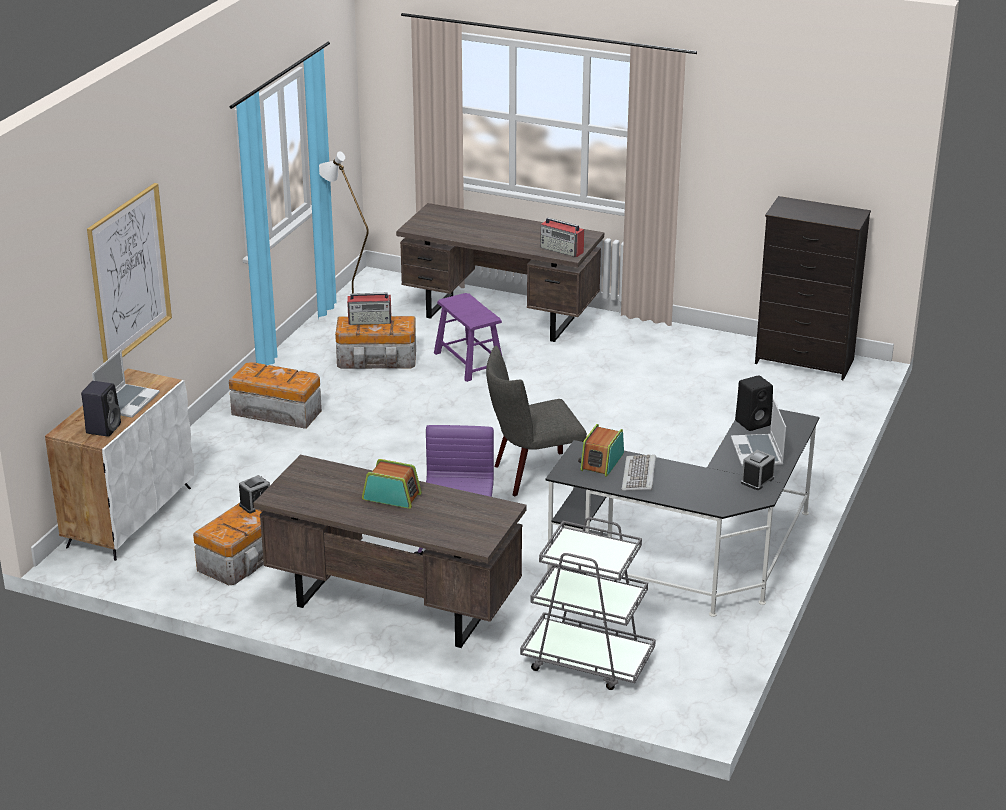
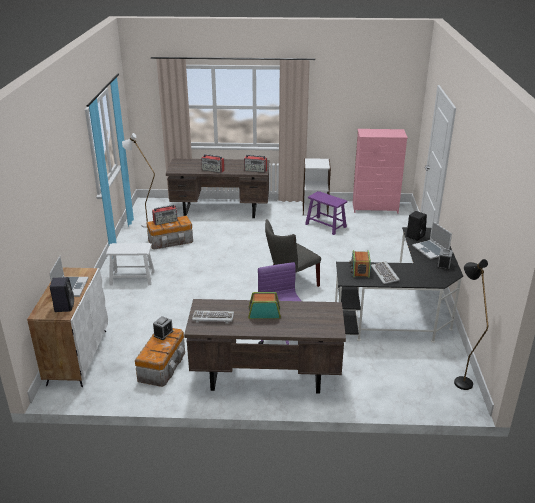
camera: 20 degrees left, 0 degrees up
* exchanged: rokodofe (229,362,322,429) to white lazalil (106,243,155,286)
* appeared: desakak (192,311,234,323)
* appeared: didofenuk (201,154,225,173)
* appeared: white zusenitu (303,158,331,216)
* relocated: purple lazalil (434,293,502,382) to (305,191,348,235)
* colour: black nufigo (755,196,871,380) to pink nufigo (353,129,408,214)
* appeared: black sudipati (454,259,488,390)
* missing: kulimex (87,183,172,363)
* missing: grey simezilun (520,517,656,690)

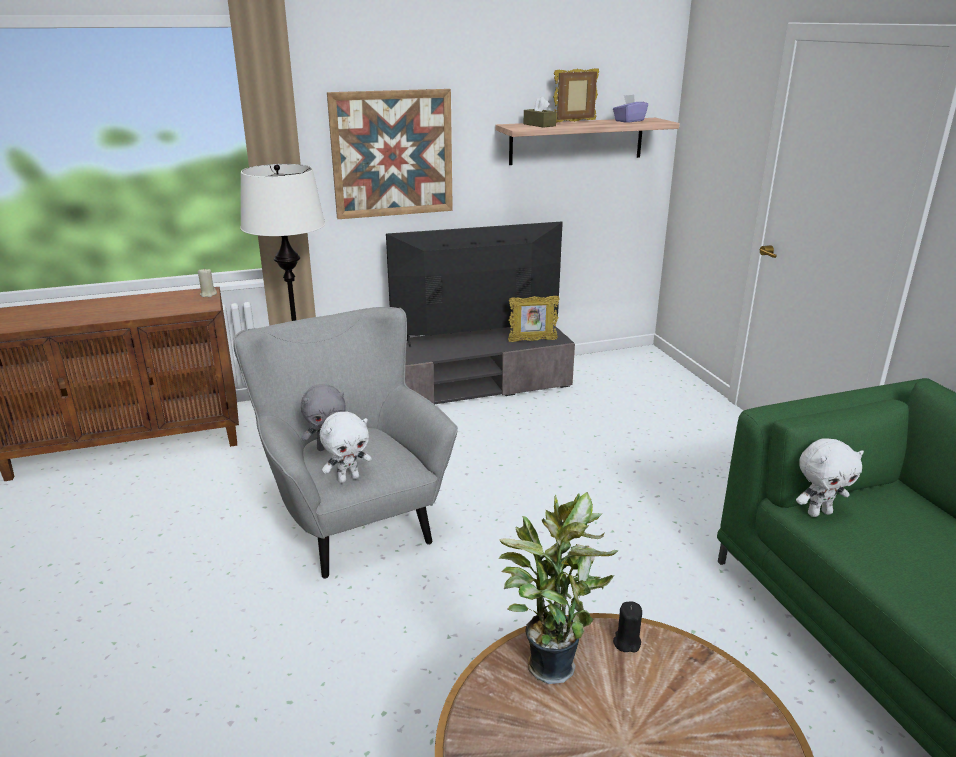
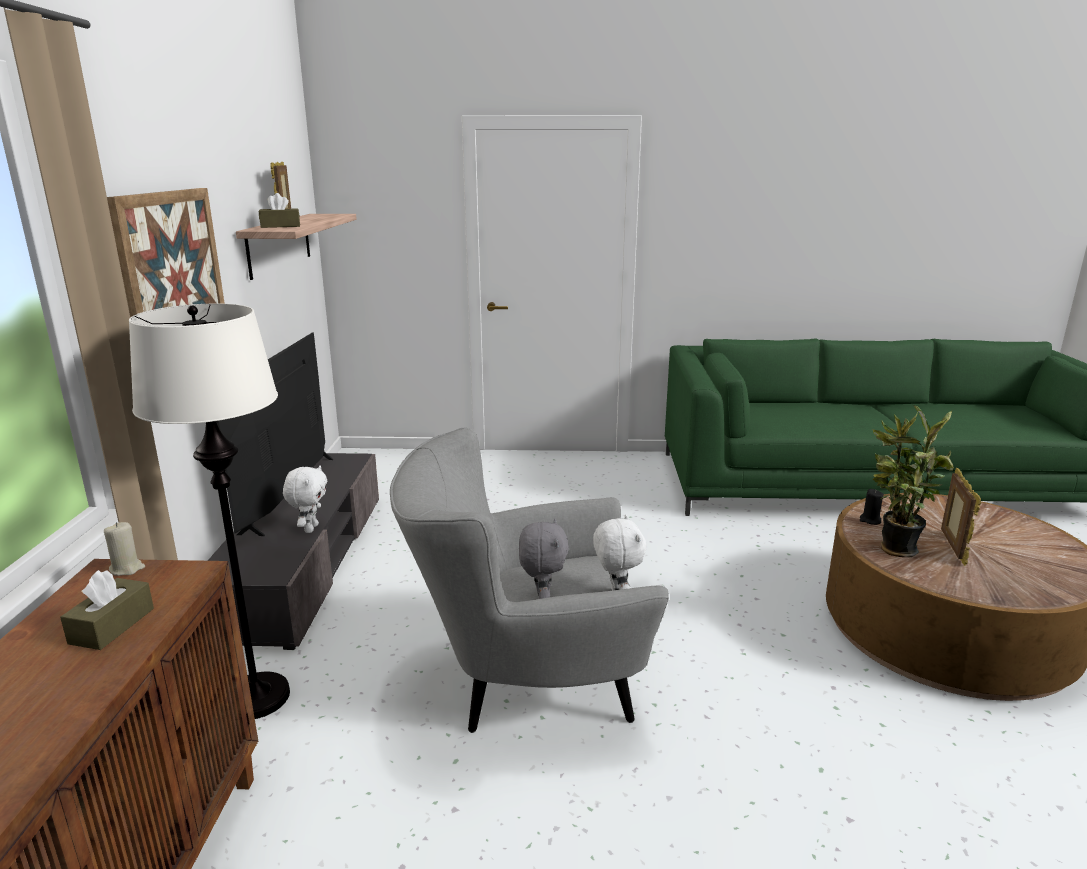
camera: 70 degrees left, 5 degrees down
* appeared: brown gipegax (60,570,154,650)
* relocated: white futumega (796,438,864,517) to (283,465,327,533)
* relocated: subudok (508,296,560,342) to (941,468,981,566)
* missing: purple gipegax (613,95,648,123)

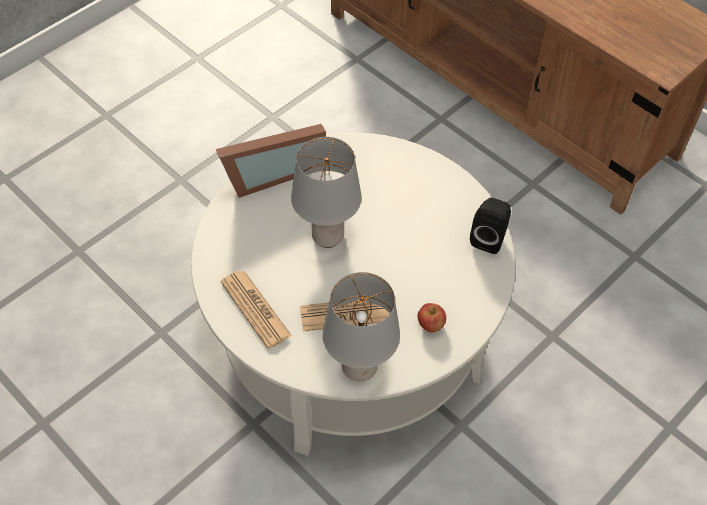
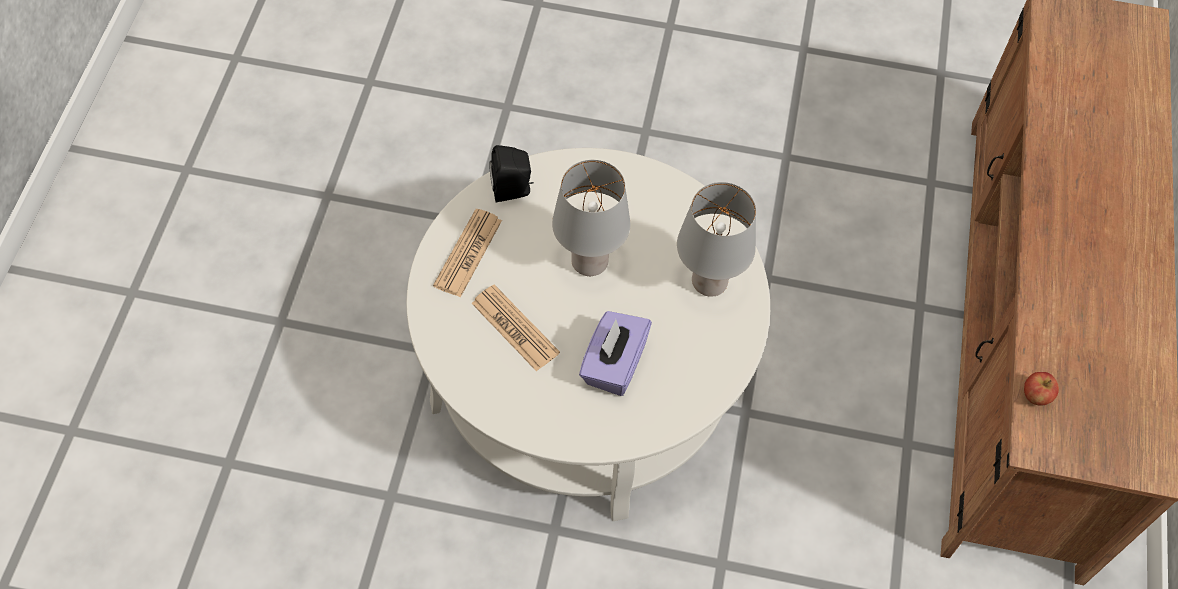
camera: 55 degrees right, 5 degrees up
* relocated: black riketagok (470,197,511,254) to (489,145,534,203)
* appeared: purple gipegax (579,311,652,396)
* relocated: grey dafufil (322,272,400,381) to (677,182,756,297)
* relocated: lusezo (418,303,446,332) to (1024,372,1059,406)
* missing: subudok (216,124,326,198)

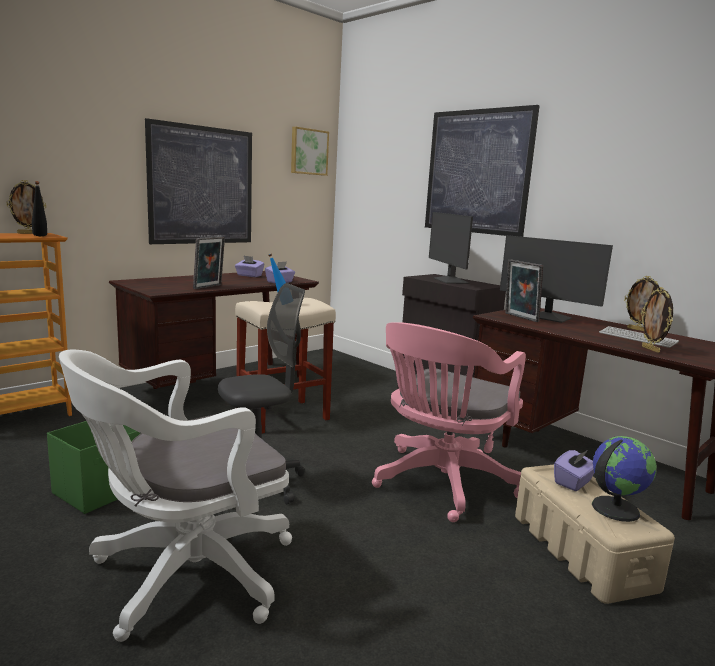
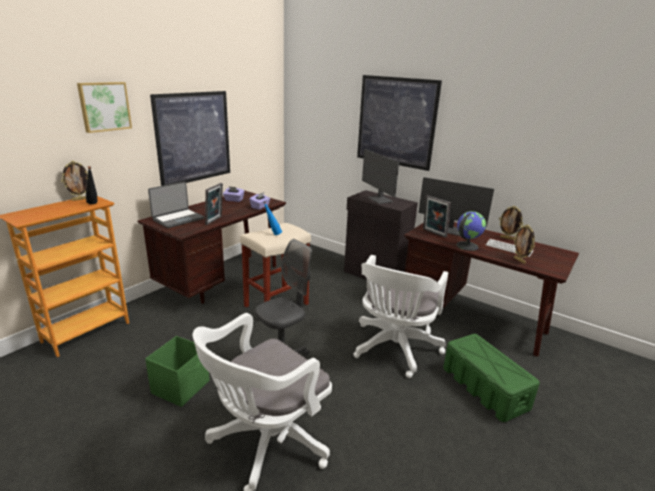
camera: 10 degrees left, 10 degrees up
* relocated: kulimex (291,127,329,176) to (77,82,132,133)
* appeared: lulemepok (148,182,204,228)
* colour: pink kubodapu (372,322,526,522) to white kubodapu (353,255,448,378)
* colour: beige rokodofe (515,465,675,604) to green rokodofe (443,334,540,422)
* relocated: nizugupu (592,436,657,522) to (456,211,486,251)
* missing: purple gipegax (554,450,594,491)

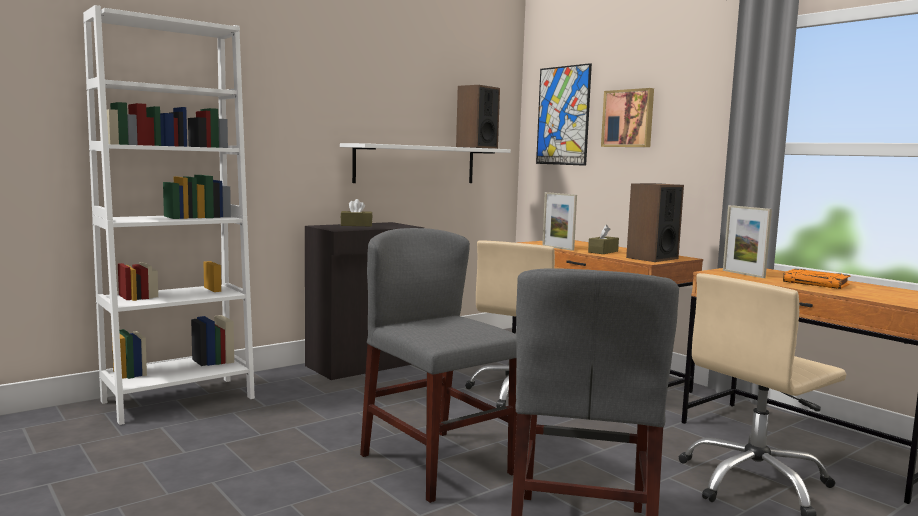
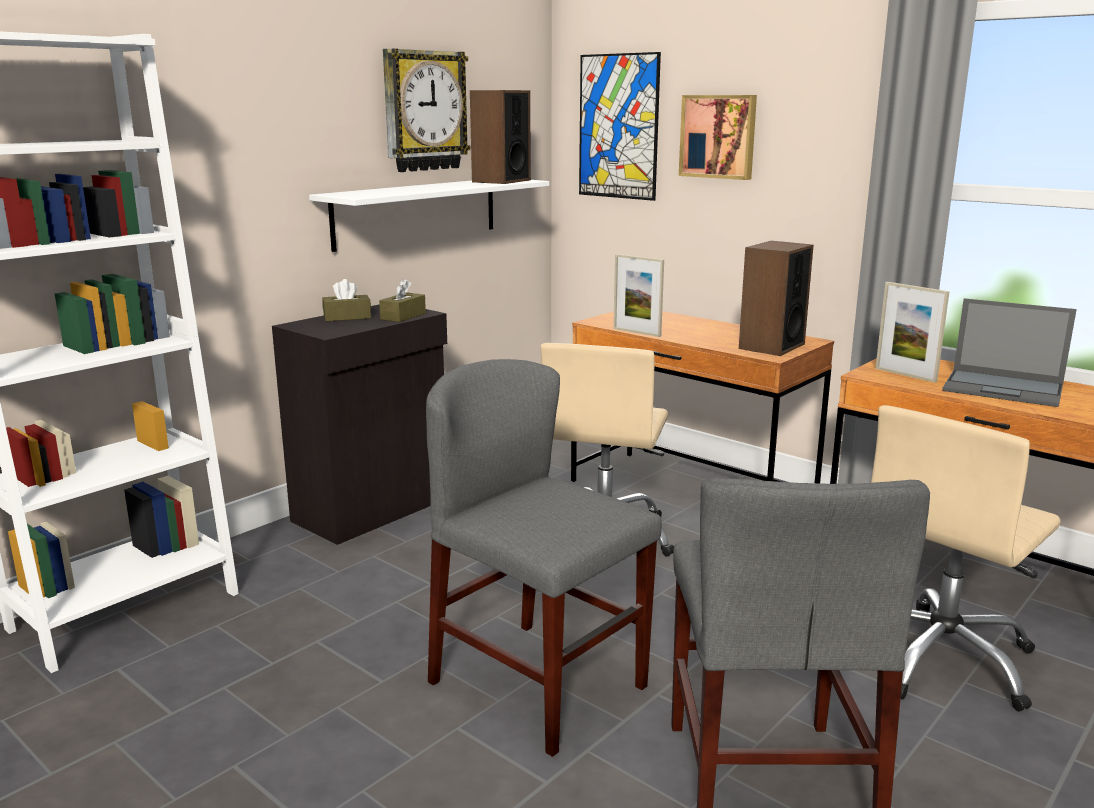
camera: 10 degrees left, 10 degrees up
* relocated: brown gipegax (588,225,619,254) to (379,279,426,322)
* appeared: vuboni (383,48,471,172)
* exchanged: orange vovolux (783,269,850,289) to lulemepok (942,298,1077,407)

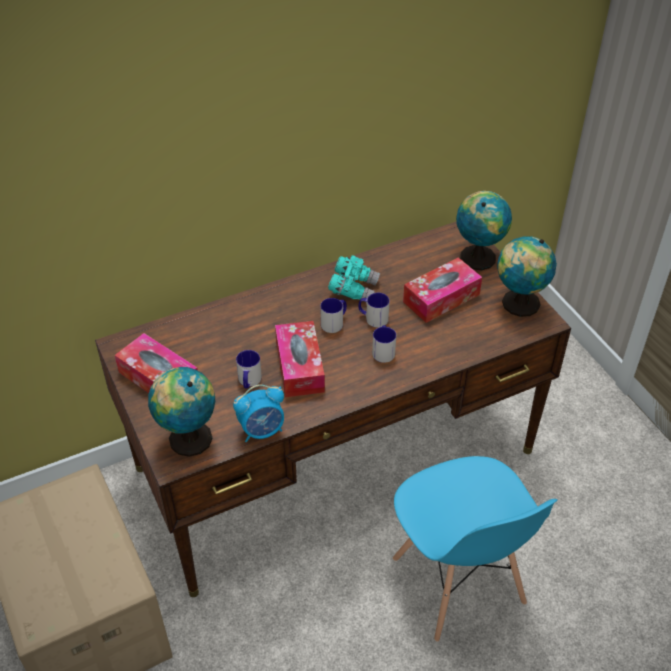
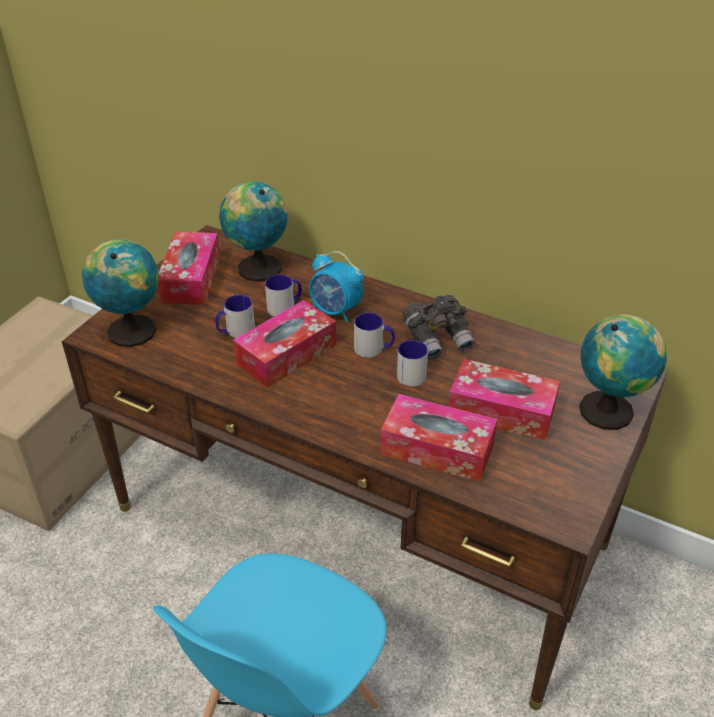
camera: 55 degrees right, 5 degrees down
* relocated: nizugupu (497,236,557,317) to (219,182,287,282)
* relocated: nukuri (372,326,396,363) to (265,275,302,316)
* relocated: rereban (233,384,284,442) to (309,251,363,322)
* appeared: gipegax (380,394,498,482)
* colour: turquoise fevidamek (328,255,380,300) to grey fevidamek (403,295,475,359)

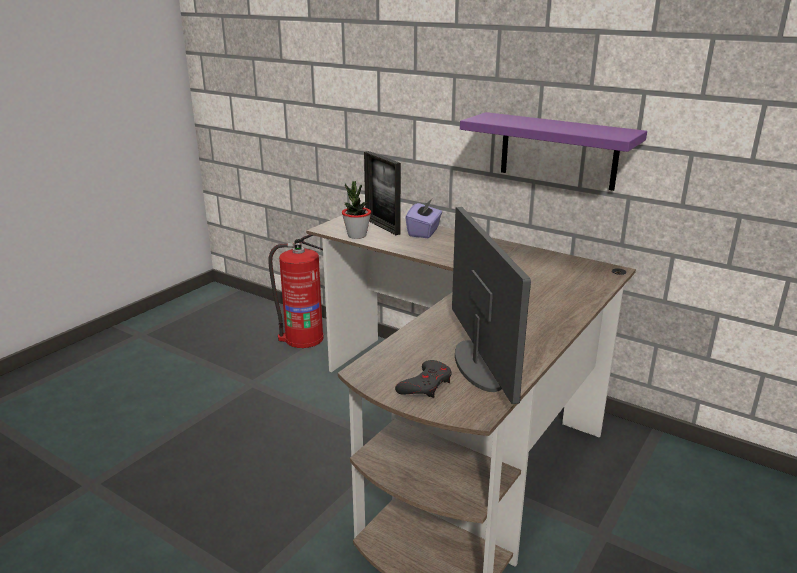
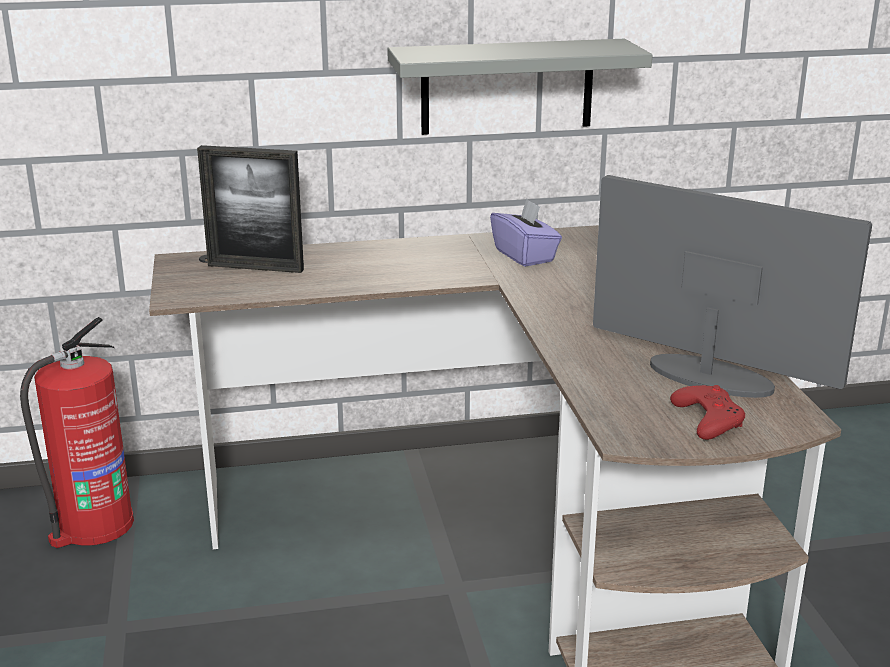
camera: 45 degrees left, 0 degrees up
* colour: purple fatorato (460,112,647,191) to grey fatorato (387,39,652,135)
* relocated: purple gipegax (406,199,442,238) to (490,199,562,267)
* colour: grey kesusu (395,360,452,398) to red kesusu (670,385,745,440)
* missing: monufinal (342,181,371,239)

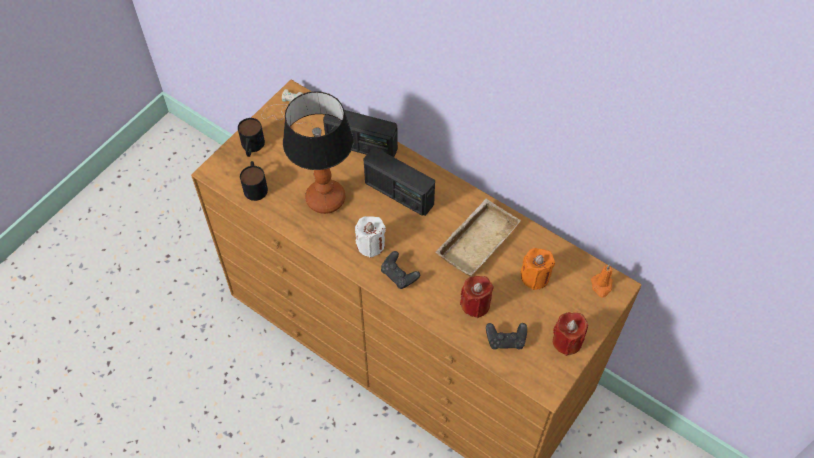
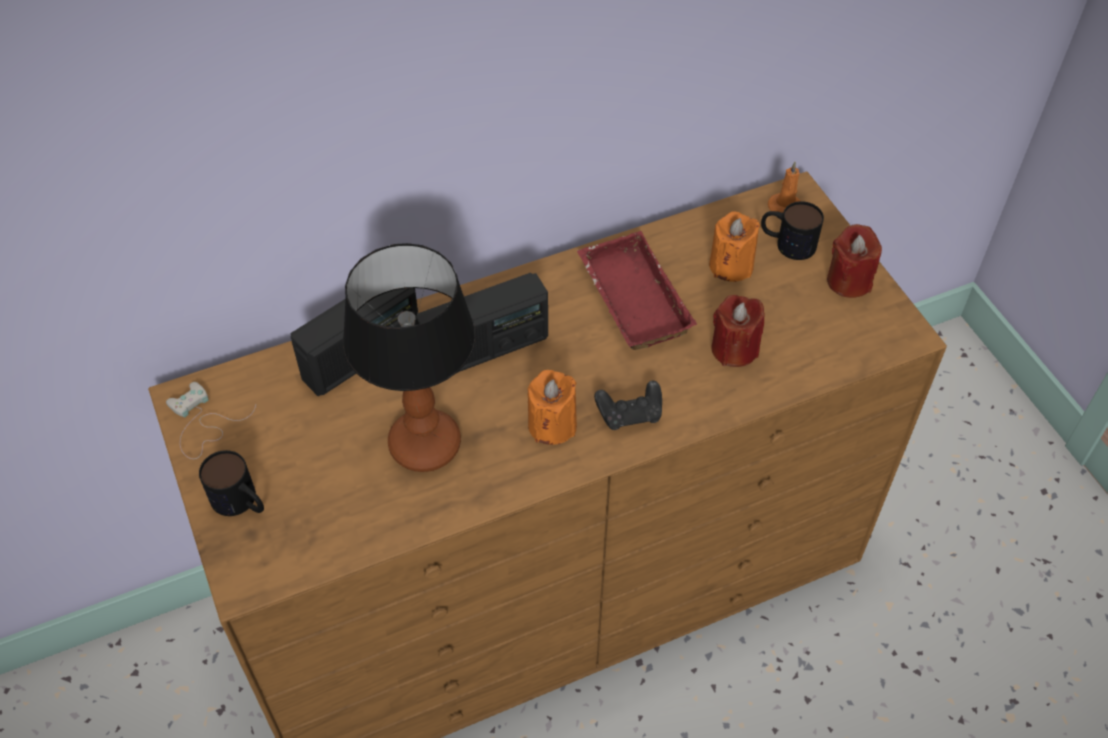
camera: 60 degrees left, 5 degrees down
* colour: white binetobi (355,216,386,258) to orange binetobi (528,370,577,445)
* colour: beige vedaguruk (435,199,521,276) to red vedaguruk (577,231,697,350)
* relocated: nukuri (240,161,268,201) to (761,201,824,260)
* missing: black kesusu (486,323,527,350)

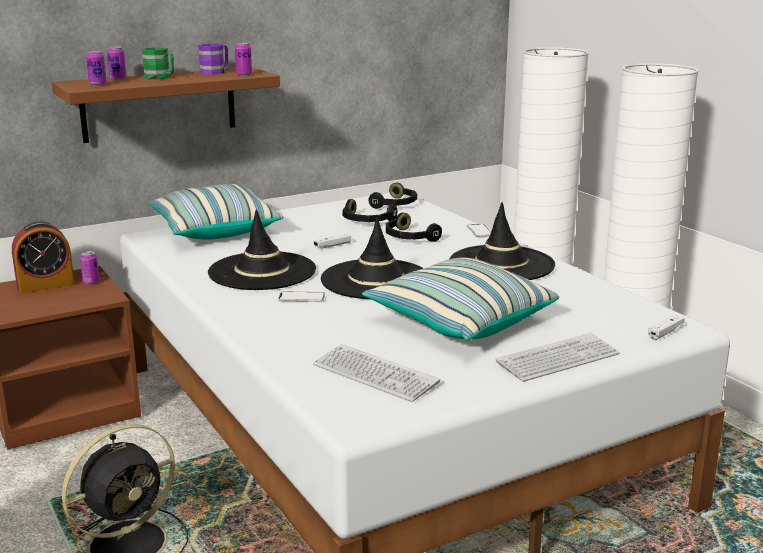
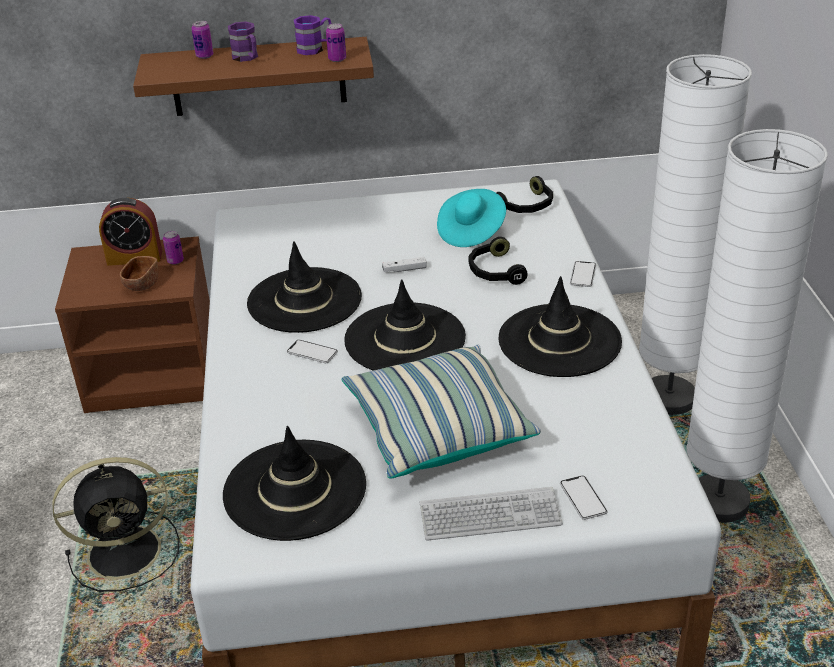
camera: 25 degrees right, 15 degrees up
* appeared: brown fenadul (120,256,158,291)
* exchanged: desakak (313,344,440,402) to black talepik (223,426,366,541)
* colour: green nukuri (142,47,174,79) to purple nukuri (228,21,258,62)
* exchanged: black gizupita (342,199,397,222) to turquoise talepik (437,189,506,247)
* appeared: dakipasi (560,476,608,520)
* missing: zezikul (86,51,107,86)
* missing: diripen (148,184,283,240)
* missing: white kesusu (648,315,684,340)

